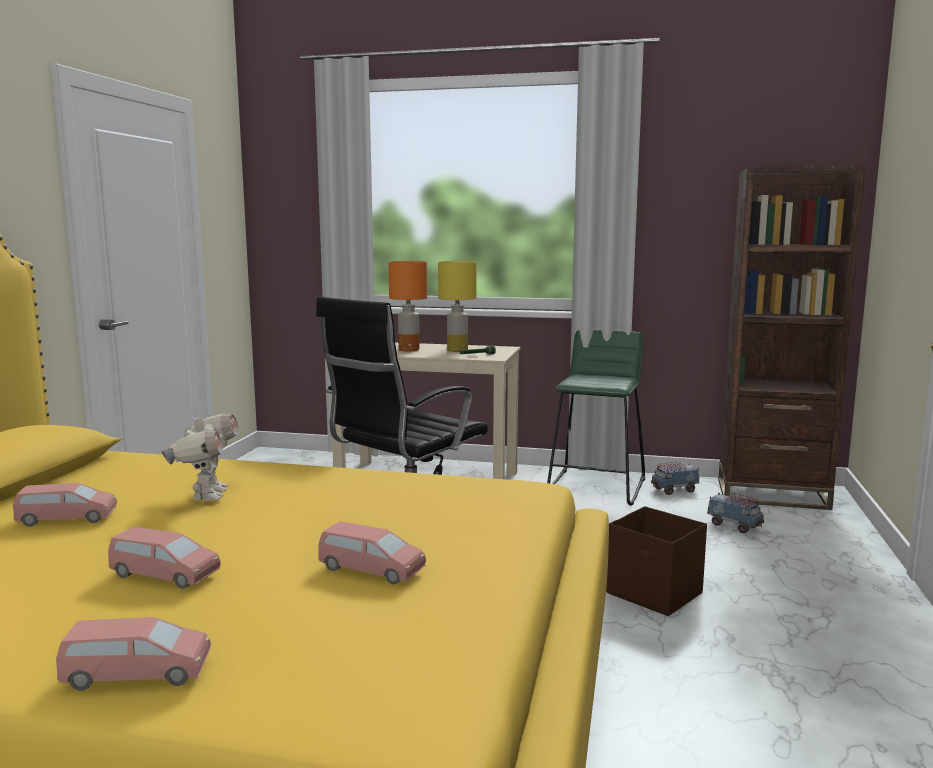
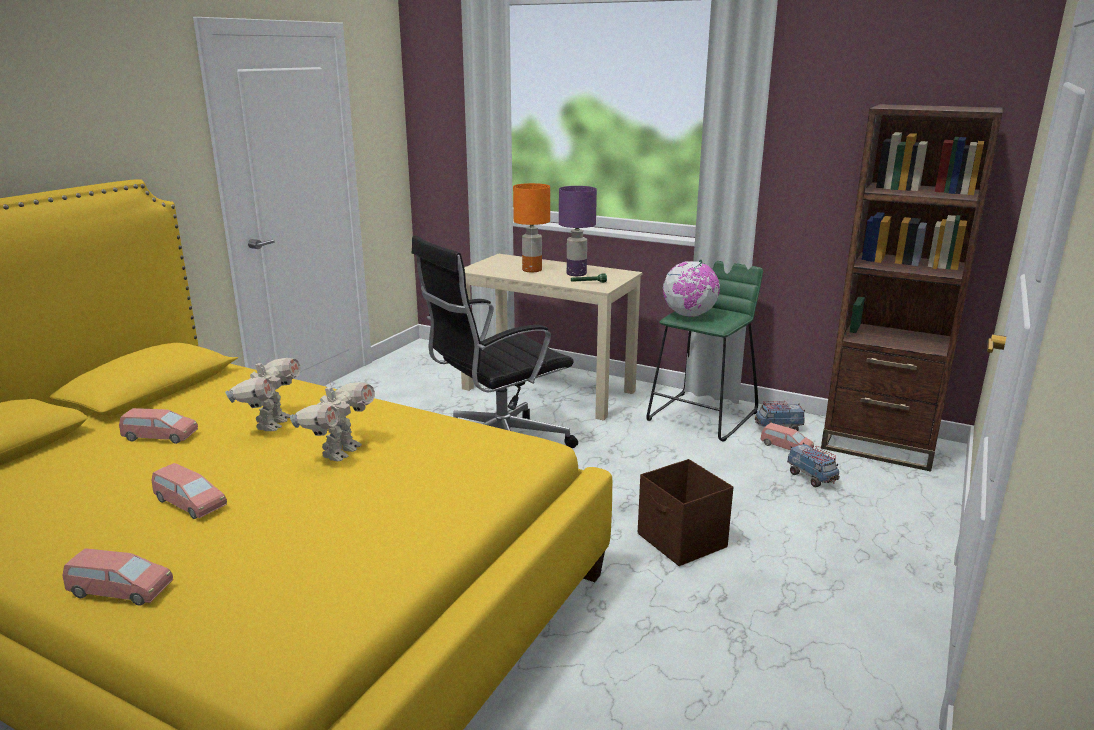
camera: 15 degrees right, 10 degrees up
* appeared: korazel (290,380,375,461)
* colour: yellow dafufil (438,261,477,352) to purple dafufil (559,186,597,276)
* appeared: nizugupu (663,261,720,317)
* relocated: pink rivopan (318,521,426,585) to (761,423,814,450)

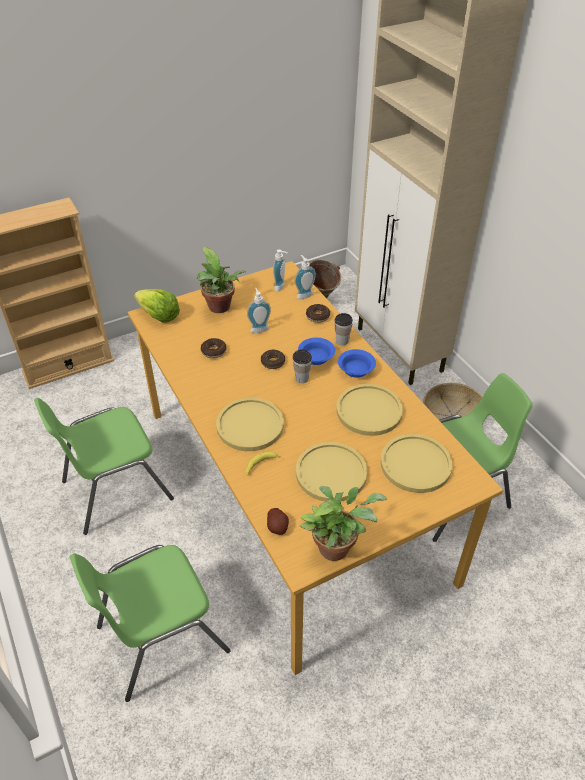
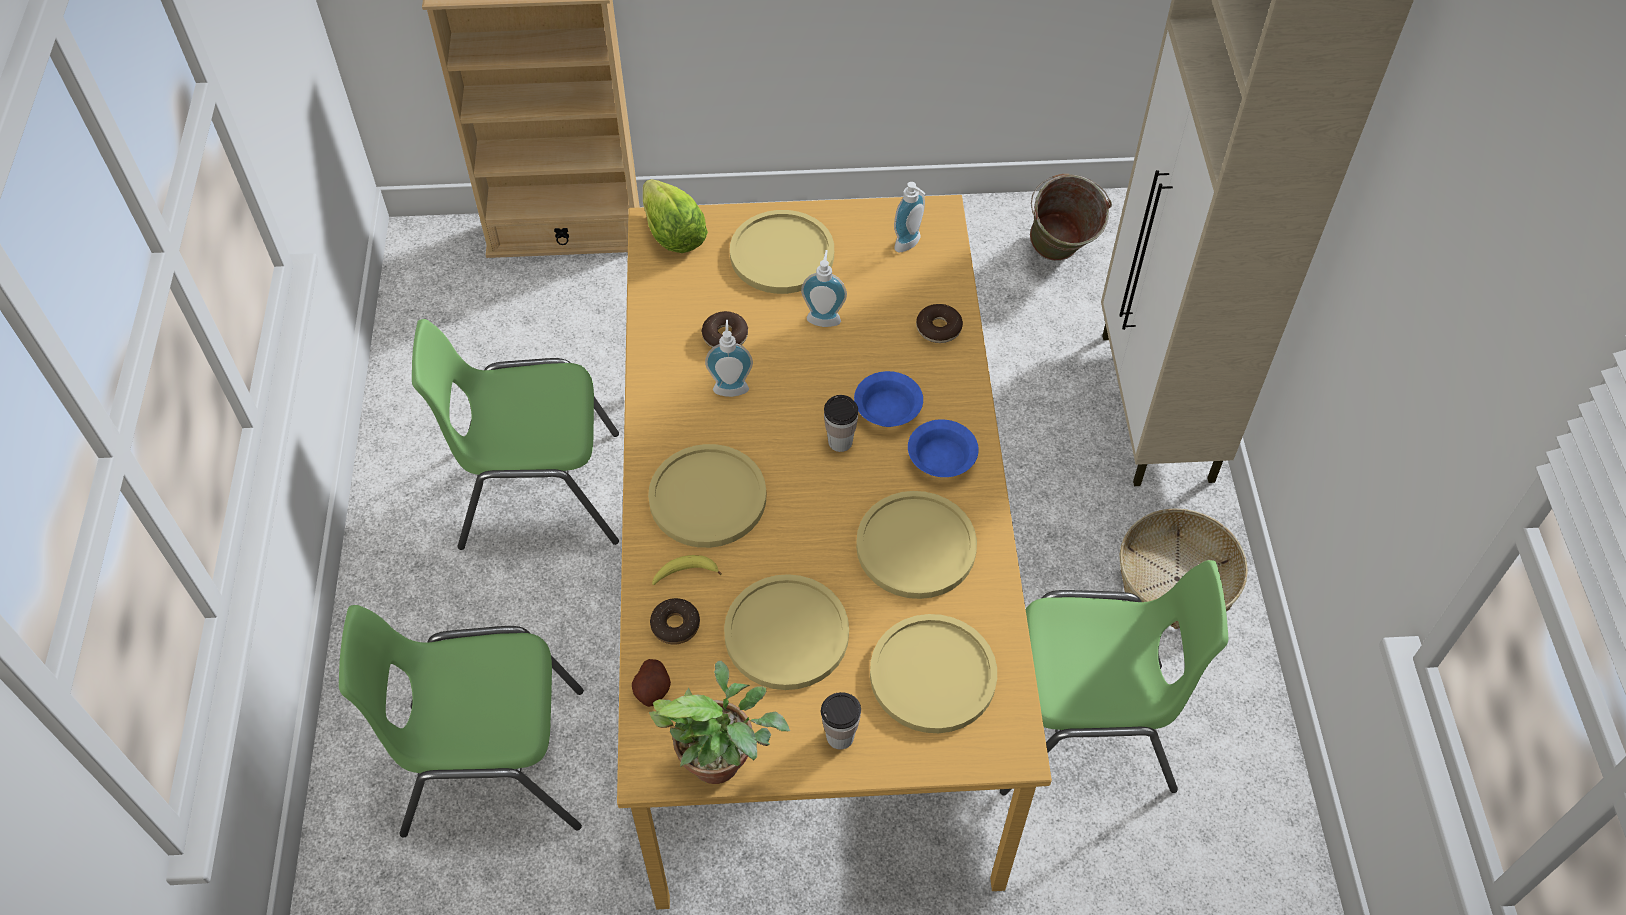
camera: 25 degrees right, 10 degrees up
* relocated: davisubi (261,350,285,369) to (650,598,700,645)
* relocated: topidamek (295,255,316,299) to (705,320,753,397)
* exchanged: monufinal (197,247,246,313) to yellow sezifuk (730,210,834,294)
* relocated: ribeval (335,313,353,345) to (821,692,861,750)

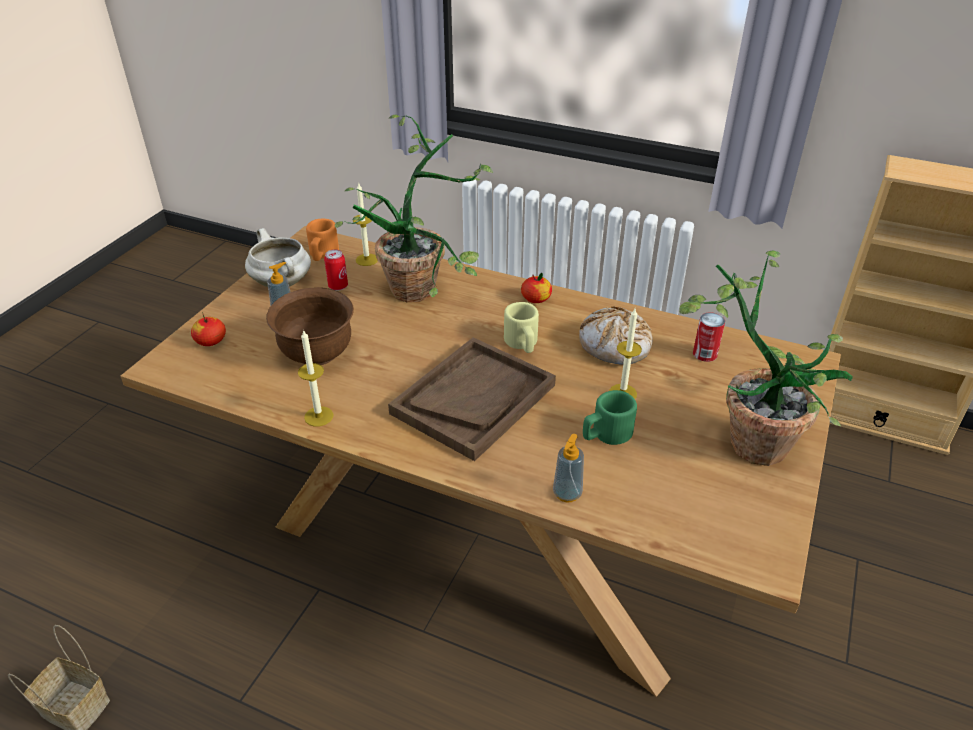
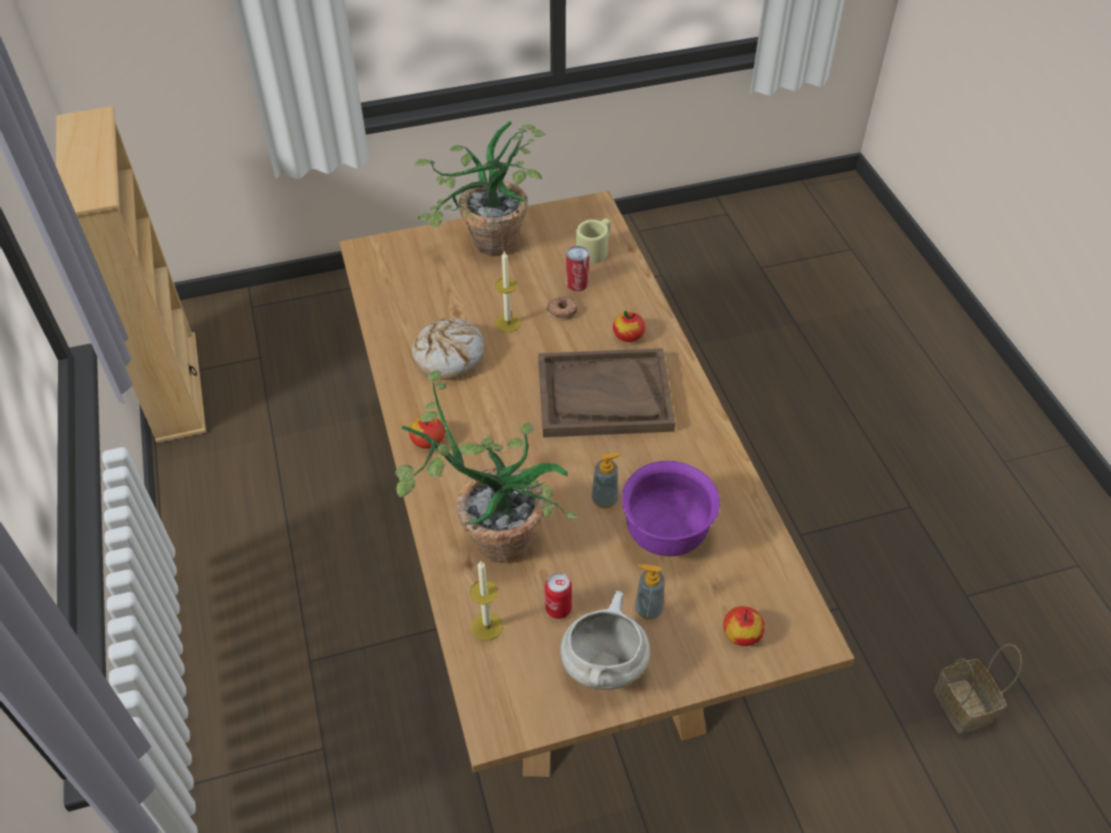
camera: 130 degrees left, 10 degrees up
* exchanged: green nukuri (583,390,637,445) to davisubi (546,296,578,321)
* relocated: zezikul (693,313,725,362) to (566,246,589,291)
* relocated: beige nukuri (504,302,539,353) to (576,218,610,264)
* relocated: topidamek (553,434,584,502) to (592,453,621,508)
* appeared: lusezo (613,311,646,342)
* colour: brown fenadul (266,287,354,365) to purple fenadul (622,461,720,556)
* missing: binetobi (298,329,334,427)
* missing: orange nukuri (306,219,339,261)

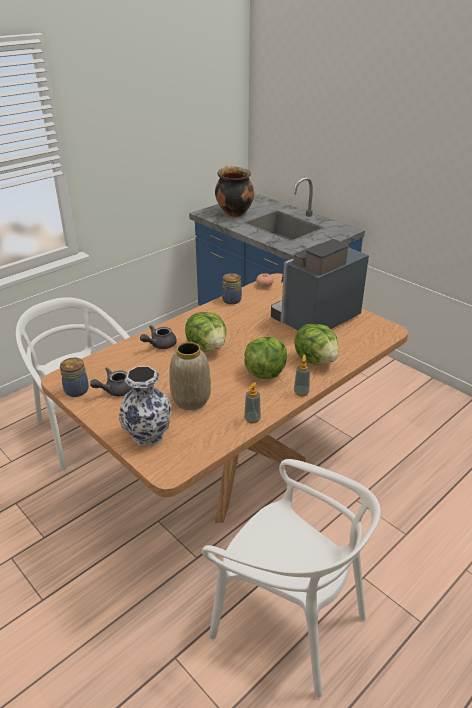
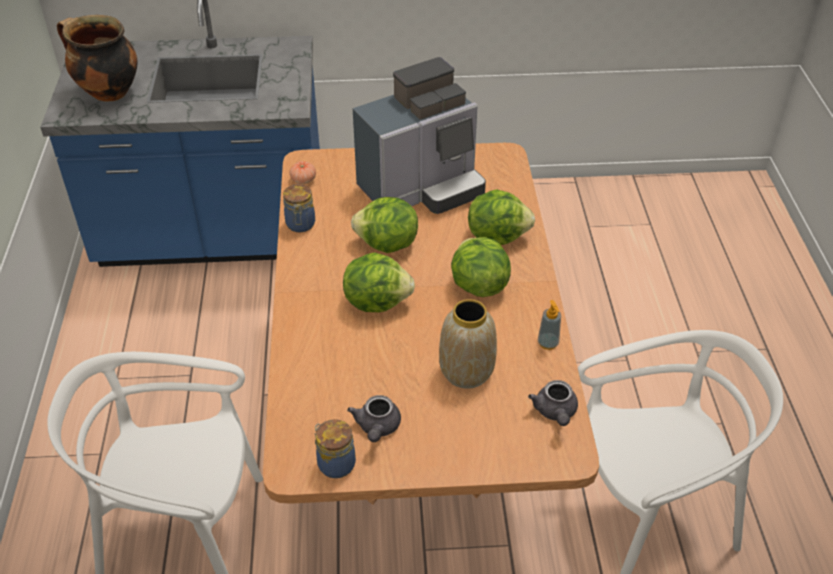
camera: 50 degrees left, 10 degrees up
* appeared: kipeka (351,197,418,253)
* spun: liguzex (271,239,369,330) = (353,57,486,214) 120 degrees counterclockwise
* relocated: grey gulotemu (140,325,177,349) to (528,380,578,426)
* missing: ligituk (119,366,172,446)
* missing: topidamek (294,355,310,396)

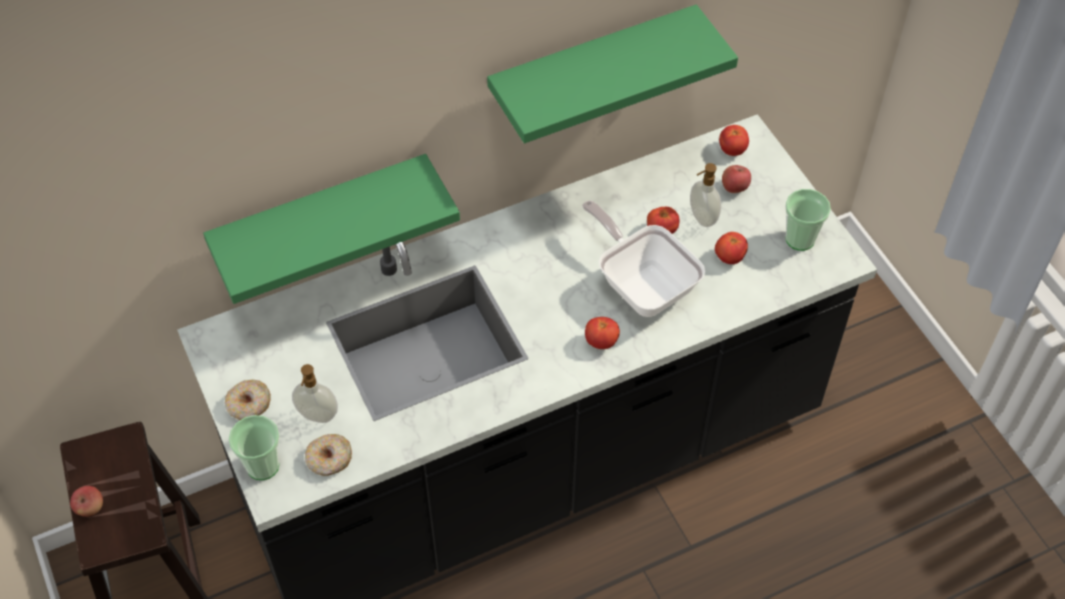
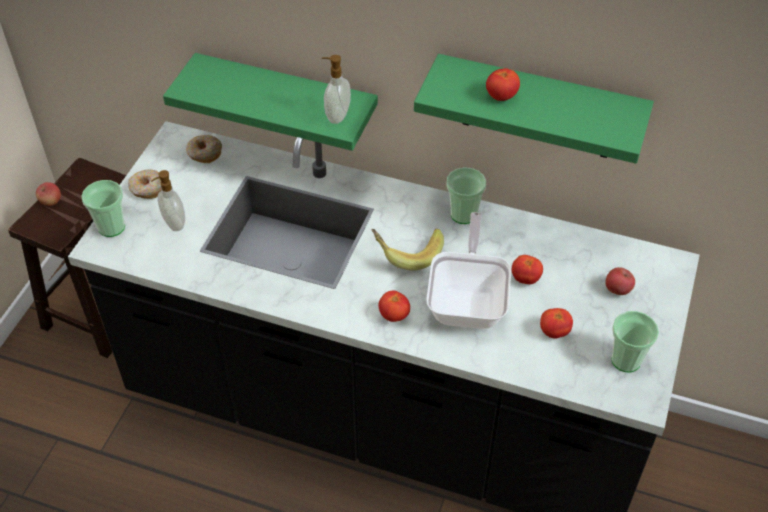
camera: 45 degrees right, 5 degrees down
* relocated: davisubi (305,434,352,476) to (186,135,222,163)
* relocated: topidamek (690,163,721,227) to (322,55,351,124)
* appeared: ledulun (371,229,444,271)
* appeared: ribeval (447,167,486,224)
* relocated: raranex (719,125,749,156) to (486,68,520,101)

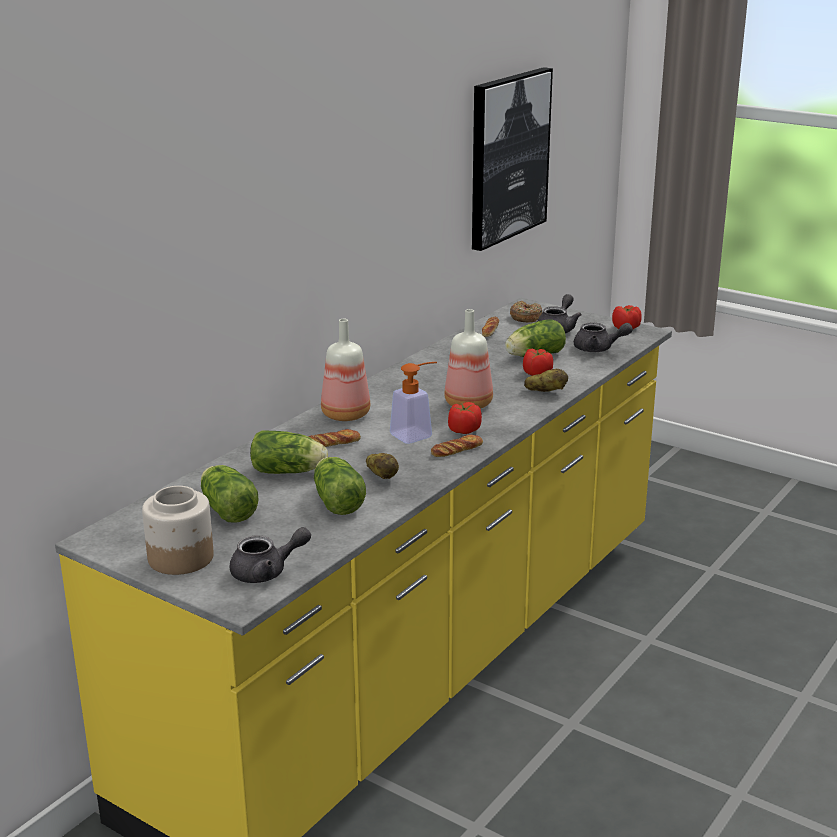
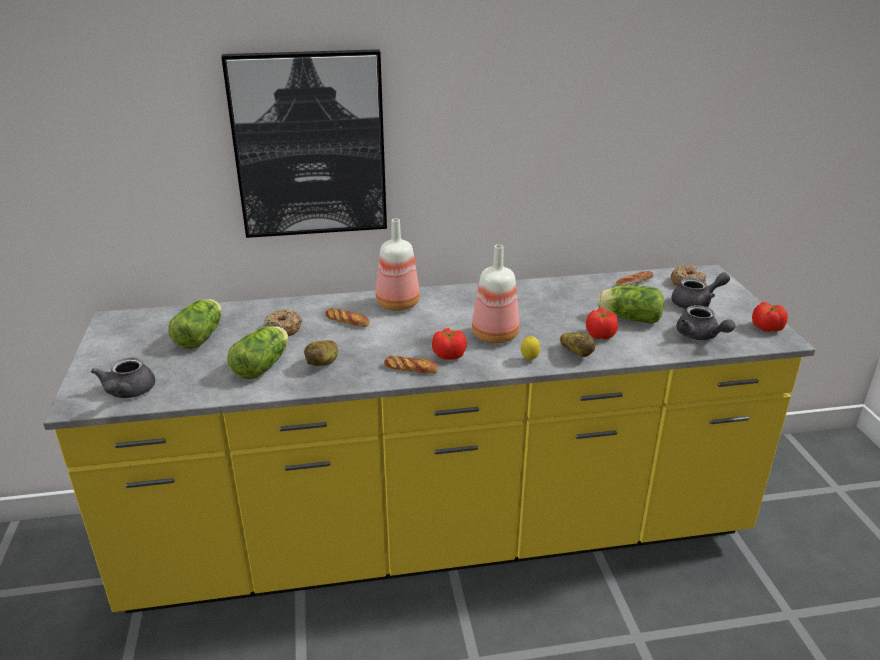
camera: 45 degrees right, 5 degrees up
* spun: grey gulotemu (229,527,311,583) = (91,357,155,398) 60 degrees clockwise
* relocated: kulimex (472,67,553,251) to (221,49,387,238)
* exchanged: kipeka (250,430,328,474) to davisubi (264,309,302,336)
* appeared: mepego (521,336,540,360)
* missing: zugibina (142,486,214,575)
* missing: topidamek (390,362,437,444)

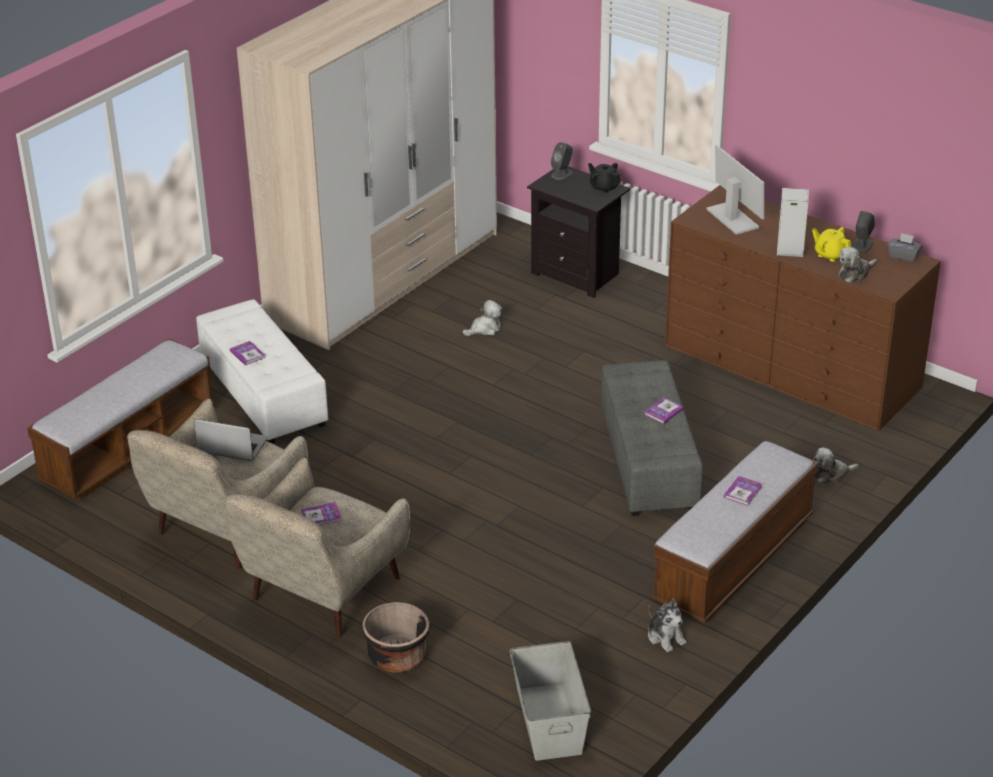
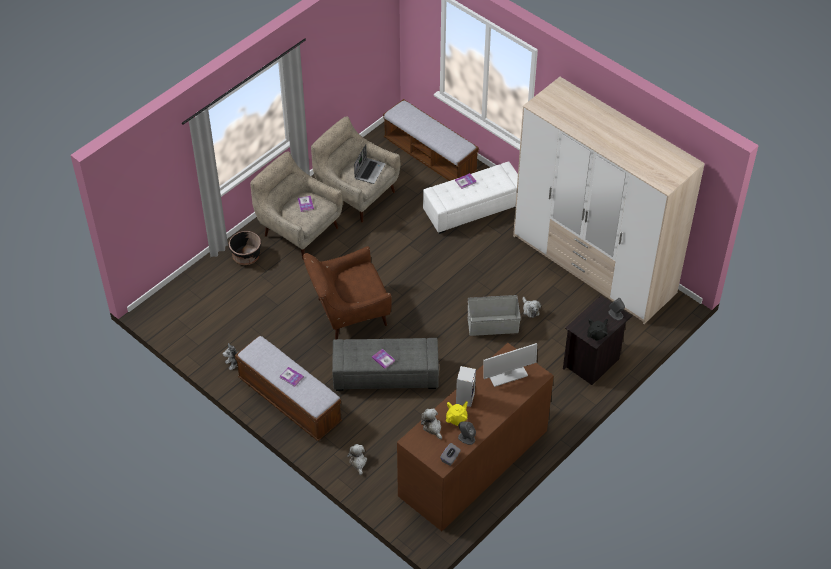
camera: 95 degrees right, 15 degrees up
* appeared: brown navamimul (303,246,392,339)
* relocated: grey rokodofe (510,641,591,761) to (468,295,521,336)

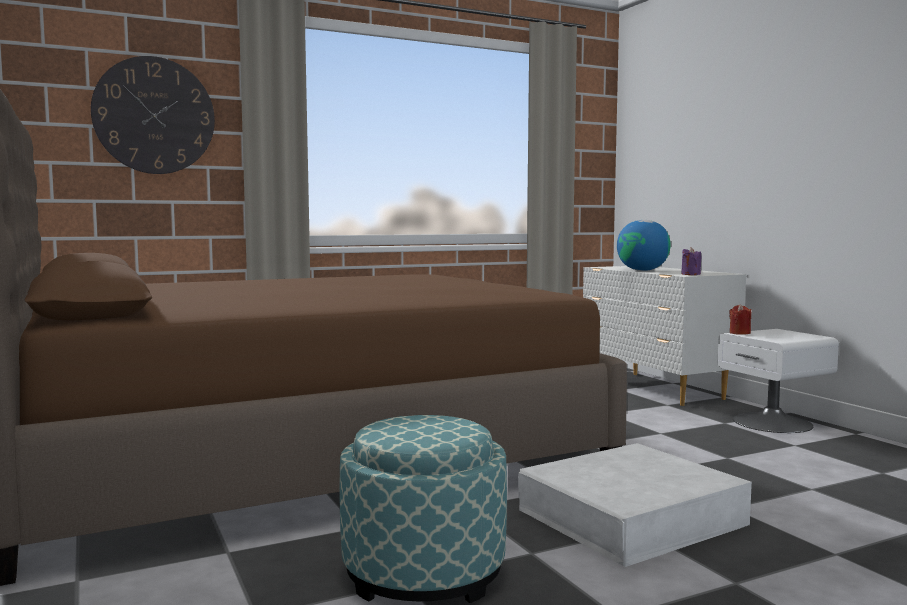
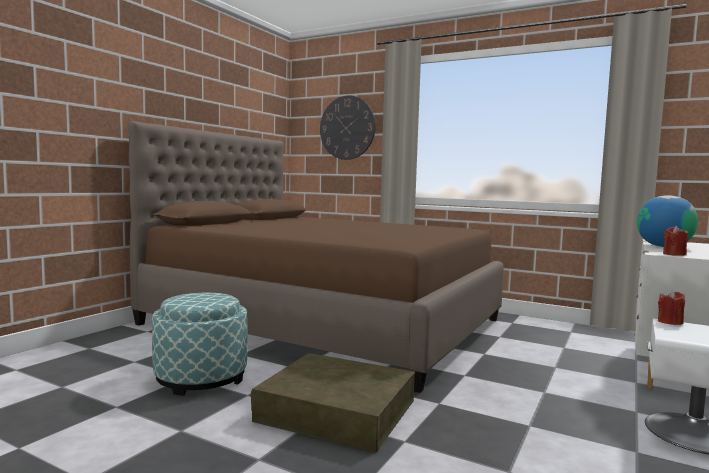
camera: 55 degrees right, 0 degrees up
* colour: white rokodofe (518,443,752,567) to brown rokodofe (251,353,415,453)
* colour: purple binetobi (681,248,701,275) to red binetobi (663,226,688,256)

